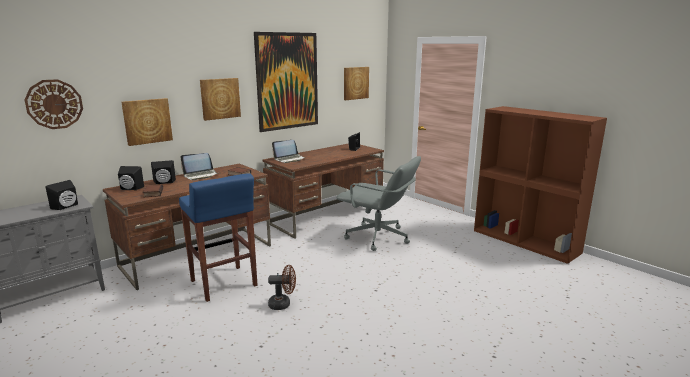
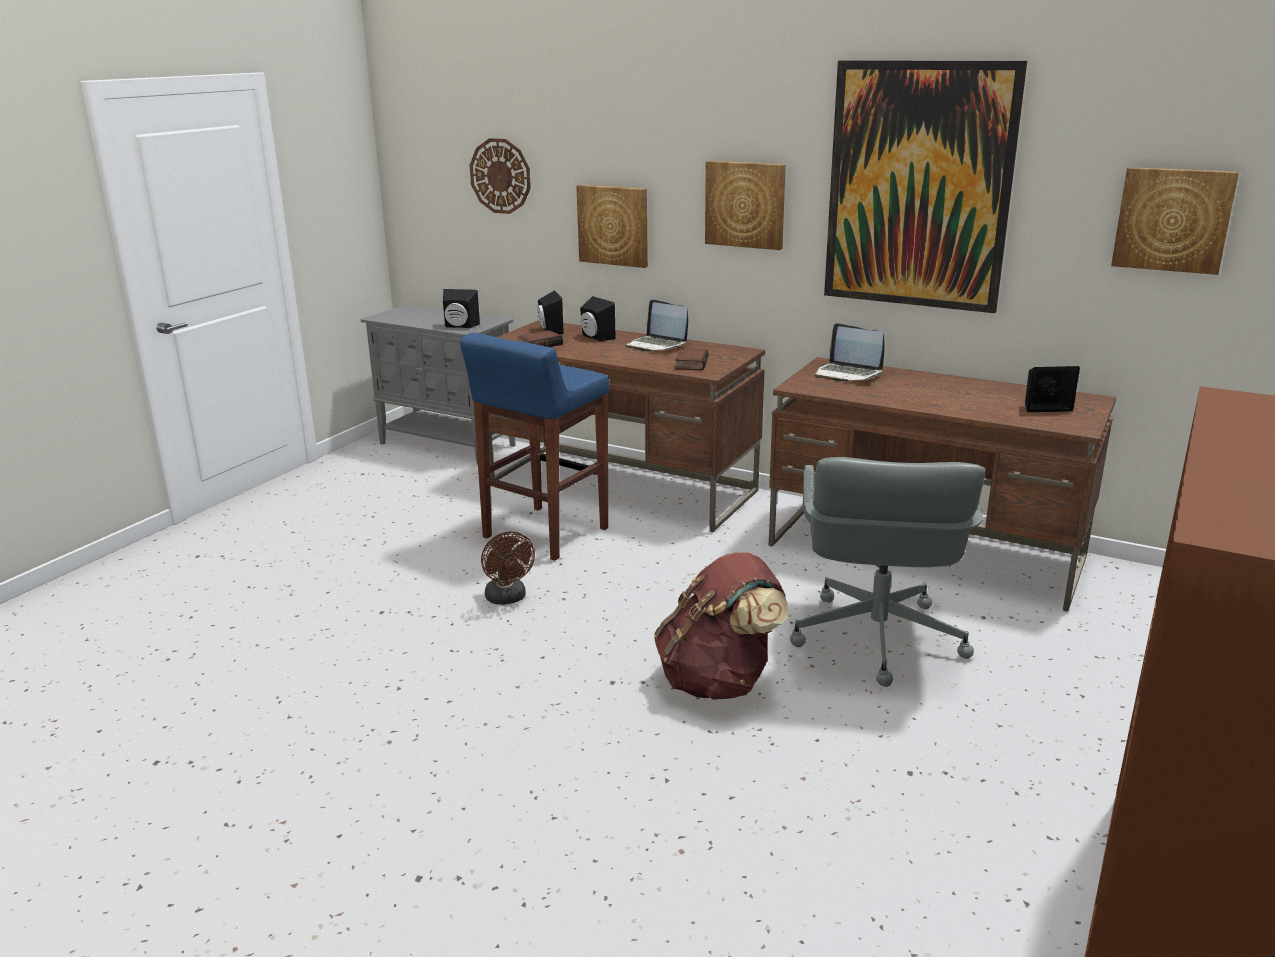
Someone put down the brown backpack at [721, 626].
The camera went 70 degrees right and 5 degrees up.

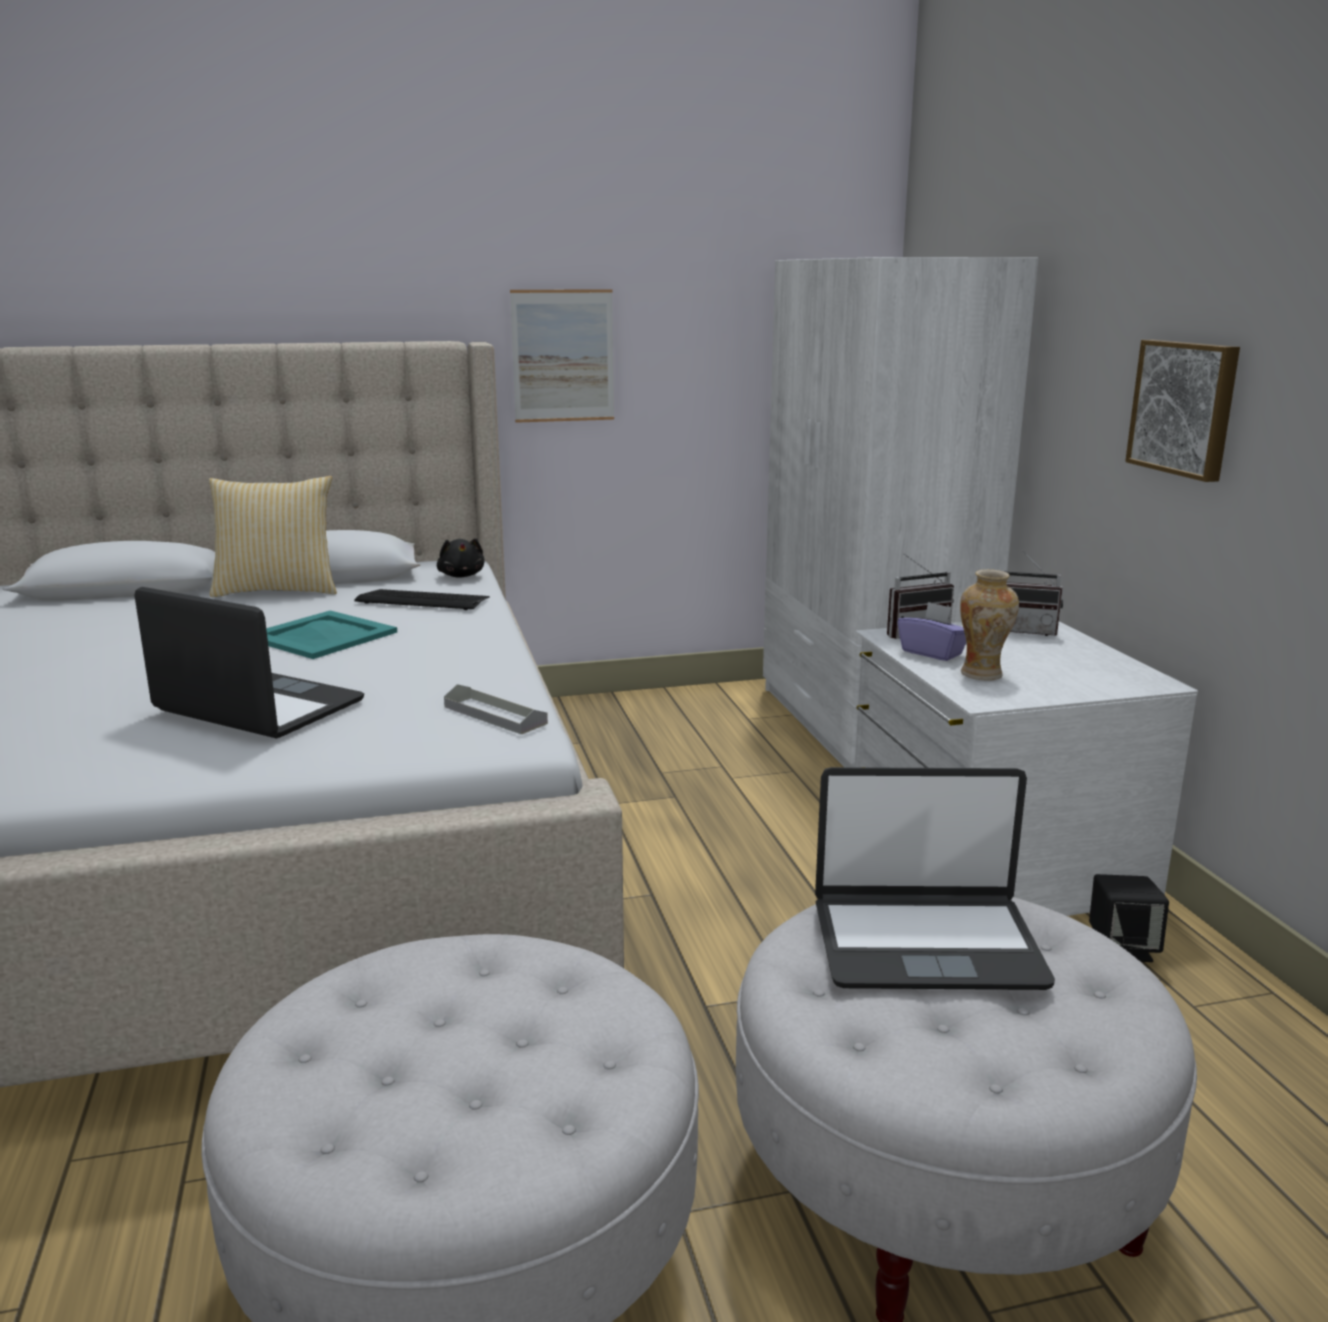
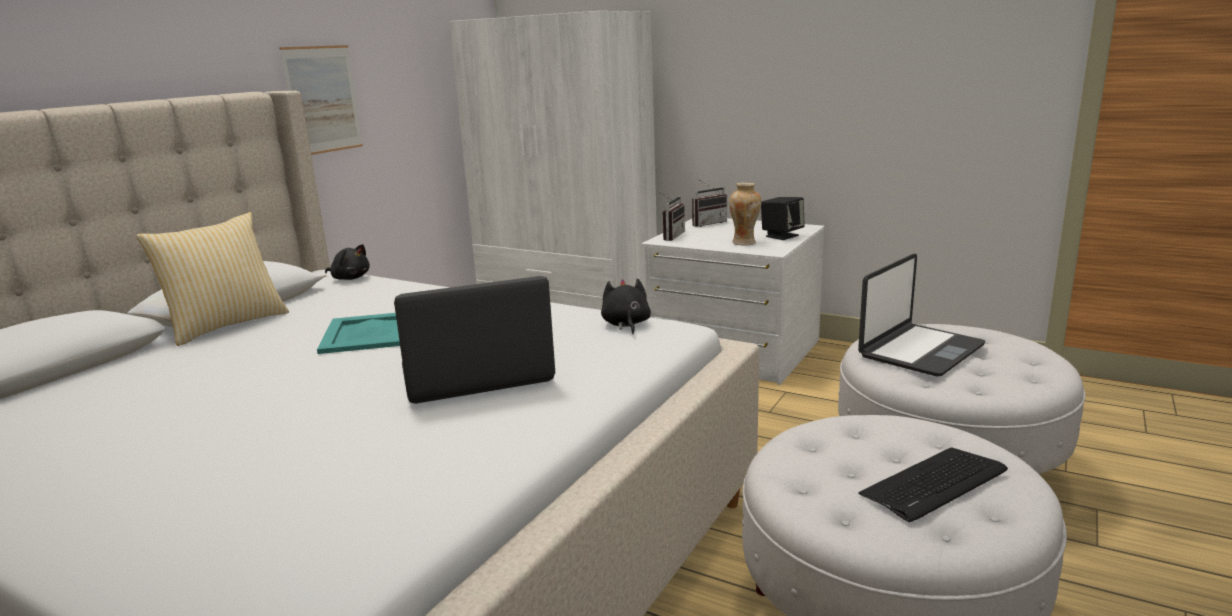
Someone carried the keyboard from [421, 599] to [933, 484].
Someone swapped the grey tray at [496, 709] for the black plush toy at [626, 306].
Someone took away the purple tissue box at [932, 631].
Someone carried the black speaker from [1129, 918] to [783, 218].
Someone took away the picture at [1182, 411].
The camera went 45 degrees left and 0 degrees up.

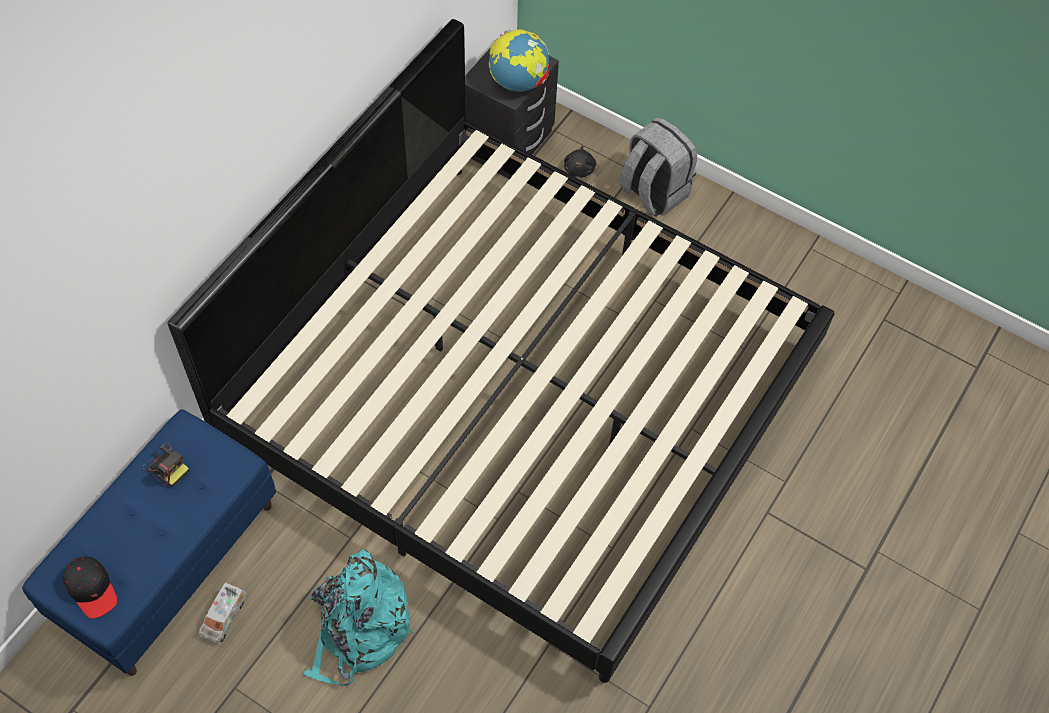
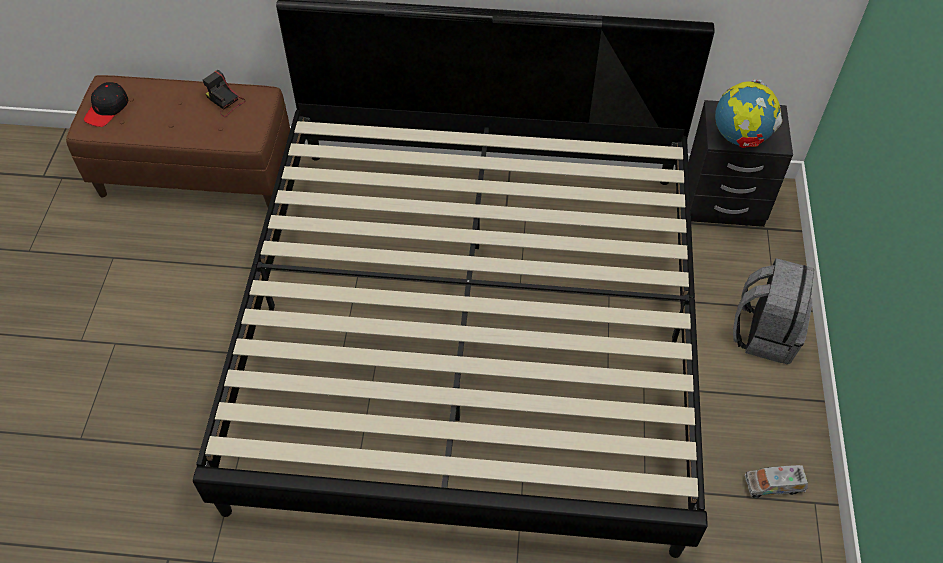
Someone repainted the blue bench at [149, 542], which became the brown bench at [178, 141].
Someone rotated the photo camera at [166, 465] by 120 degrees clockwise.
Someone carried the toy truck from [223, 613] to [776, 481].
Someone took away the turquoise backpack at [358, 617].
Someone took away the black plush toy at [580, 162].
The camera went 65 degrees right and 5 degrees down.

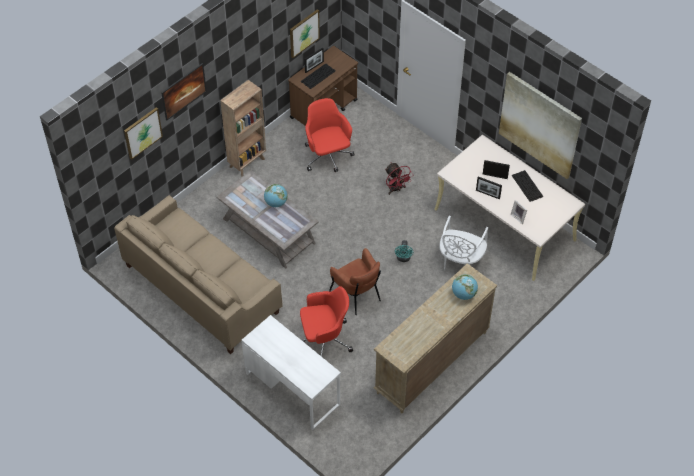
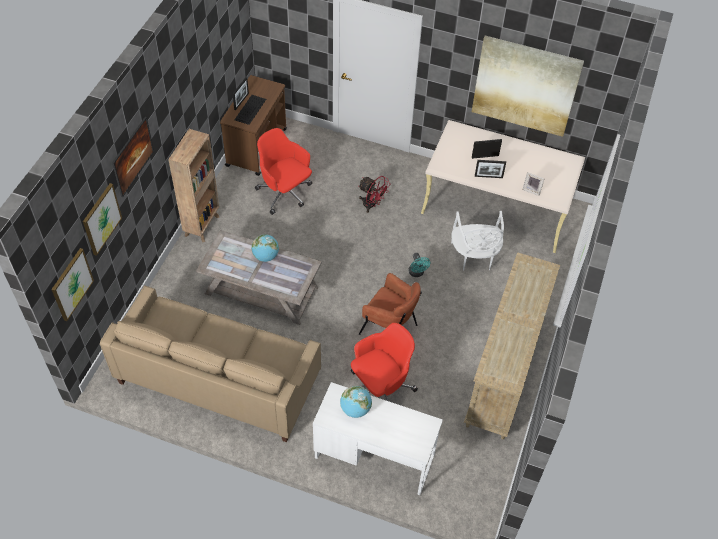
Someone carried the picture from [305, 33] to [72, 284].
Someone carried the globe from [465, 287] to [356, 402].
Someone took away the keyboard at [527, 186].
The camera went 25 degrees left and 0 degrees up.

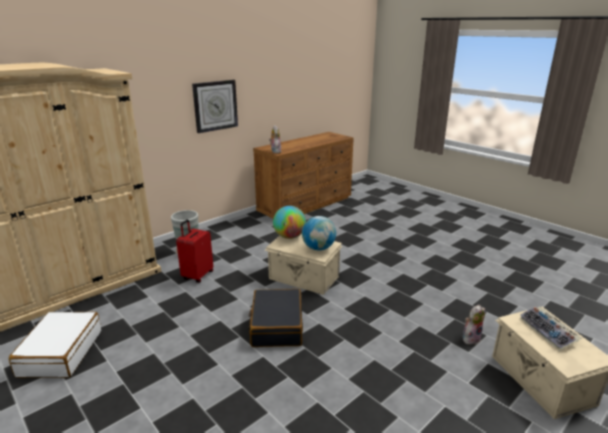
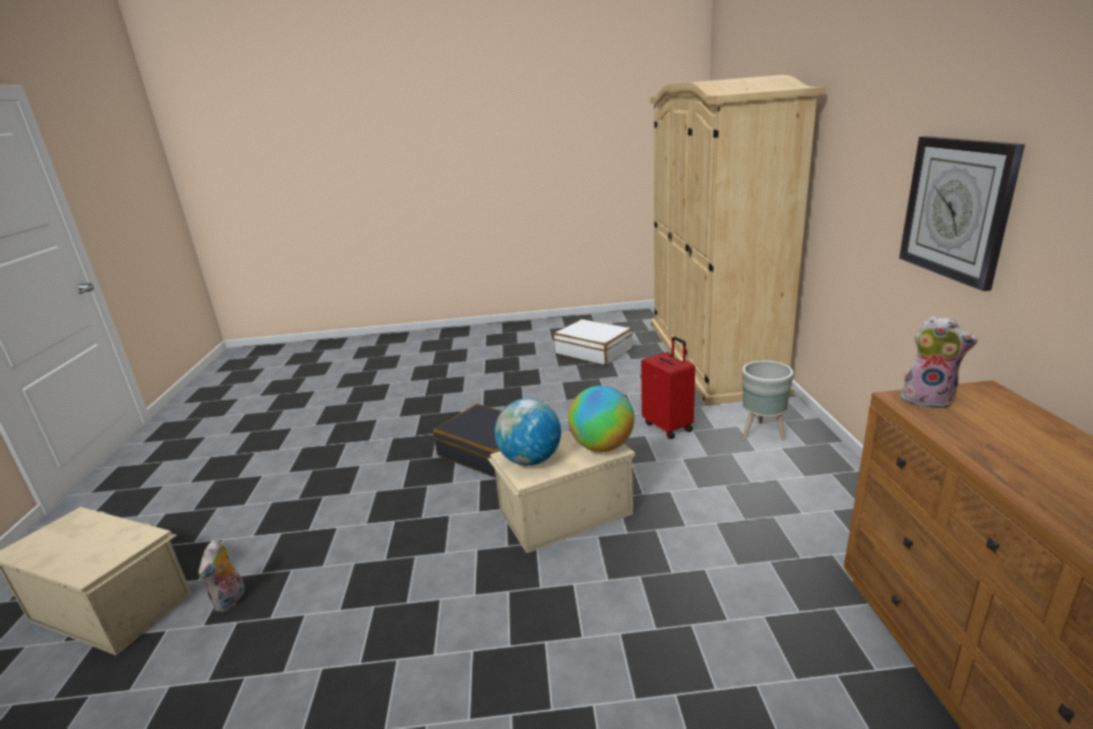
Someone took away the keyboard at [551, 329].
The camera went 130 degrees right and 0 degrees up.

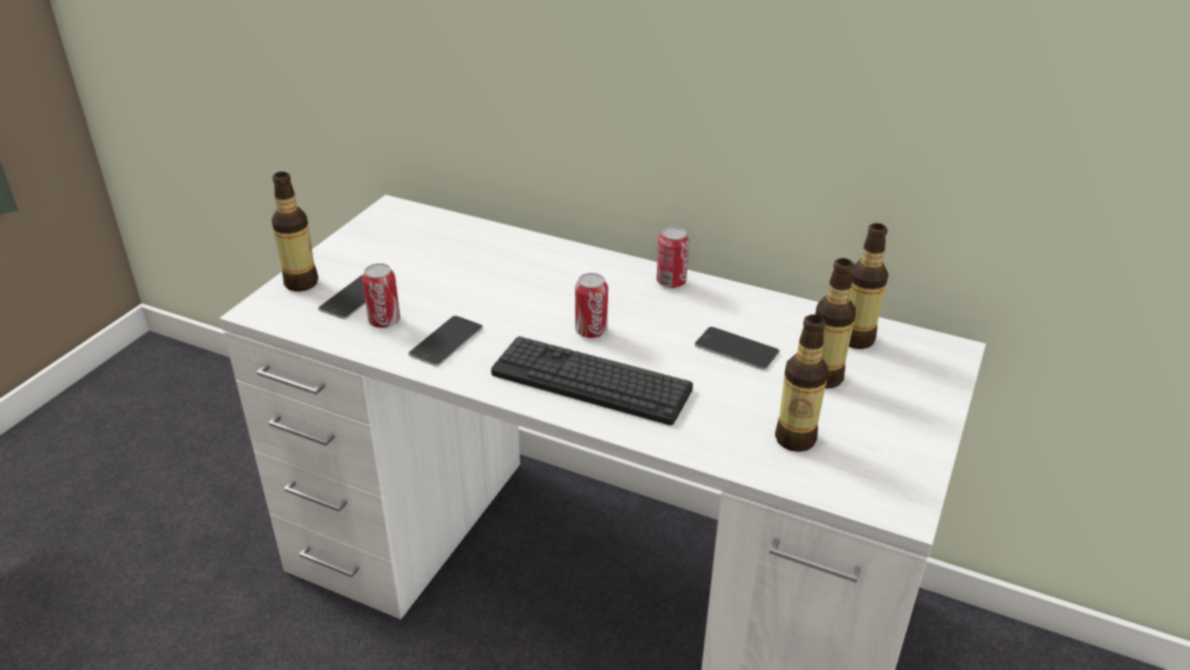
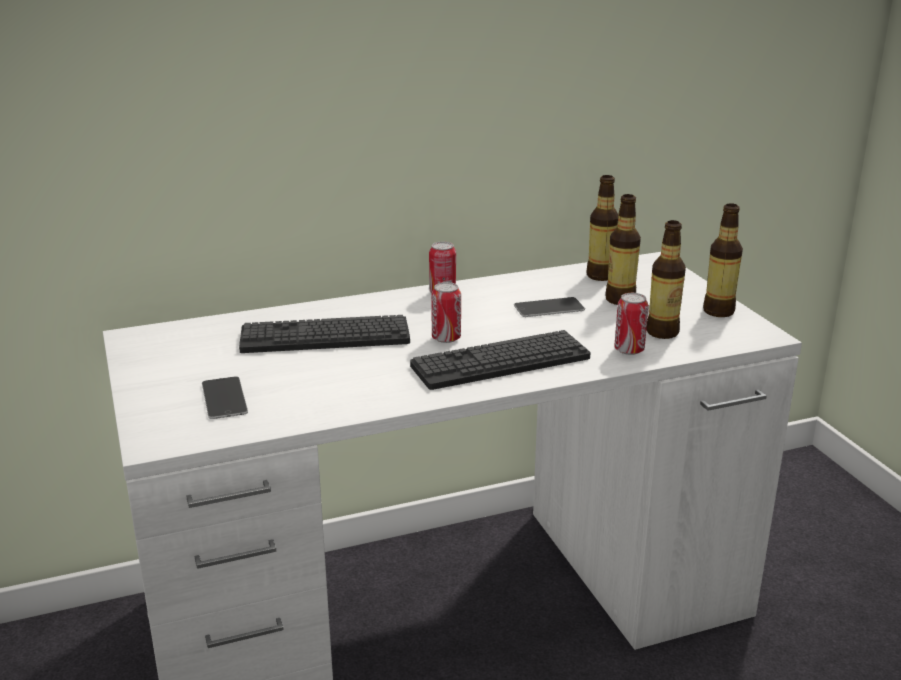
Someone carried the bottle from [295, 232] to [723, 260].
Someone carried the can from [381, 295] to [631, 324].
Someone took away the phone at [445, 341].
Someone put down the keyboard at [324, 334].
The camera went 45 degrees left and 10 degrees down.

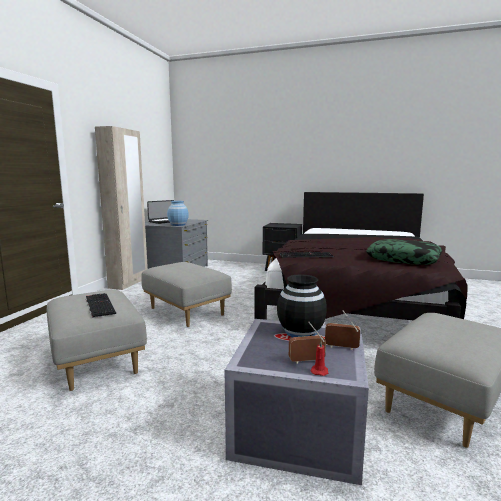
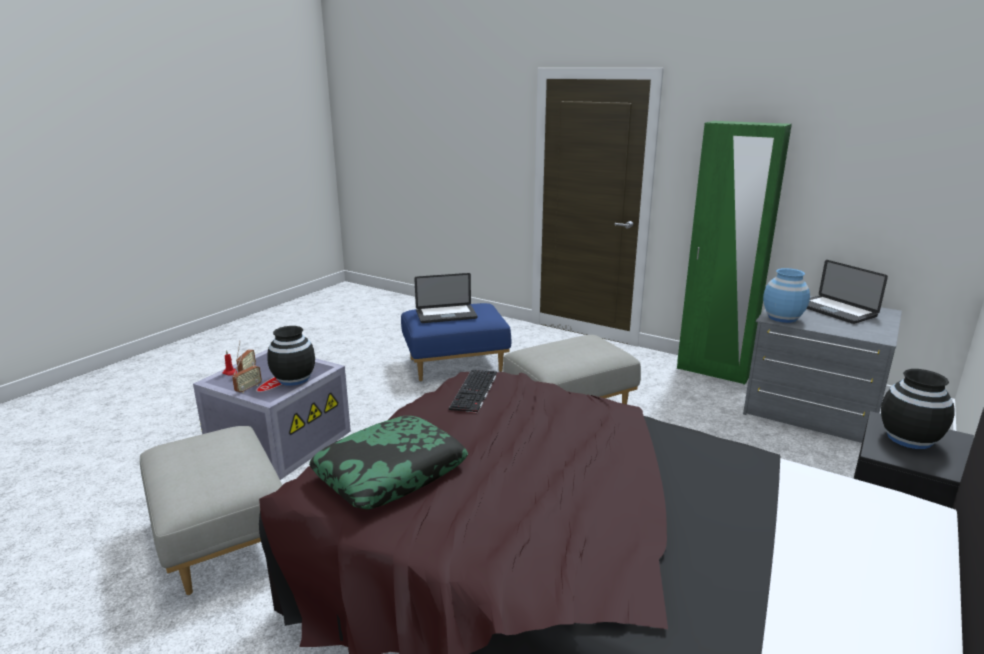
Someone repainted the grey ottoman at [97, 340], which became the blue ottoman at [456, 342].
Someone swapped the keyboard at [101, 305] for the laptop at [445, 298].
Someone repainted the beige wardrobe at [121, 208], which became the green wardrobe at [734, 252].
Someone put down the black vase at [918, 409].
The camera went 105 degrees right and 10 degrees up.

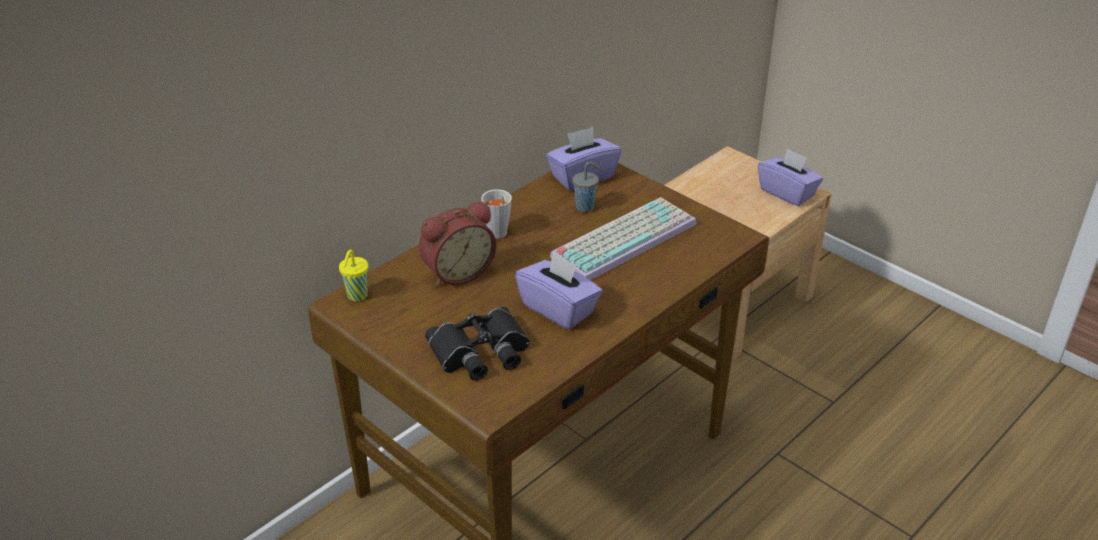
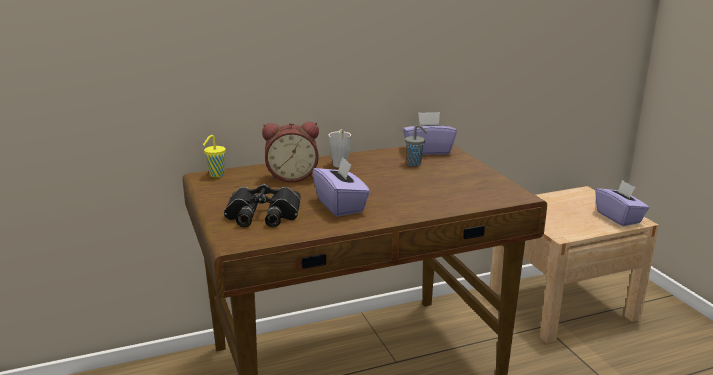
Someone took away the keyboard at [623, 238].
The camera went 25 degrees right and 15 degrees down.

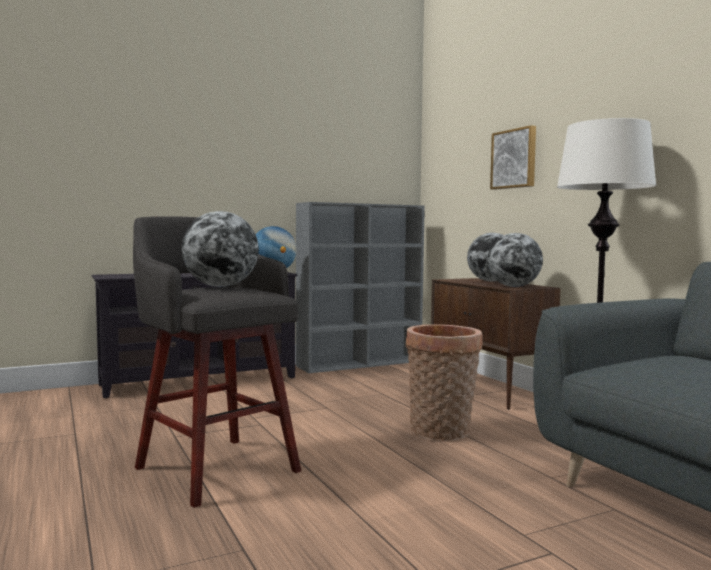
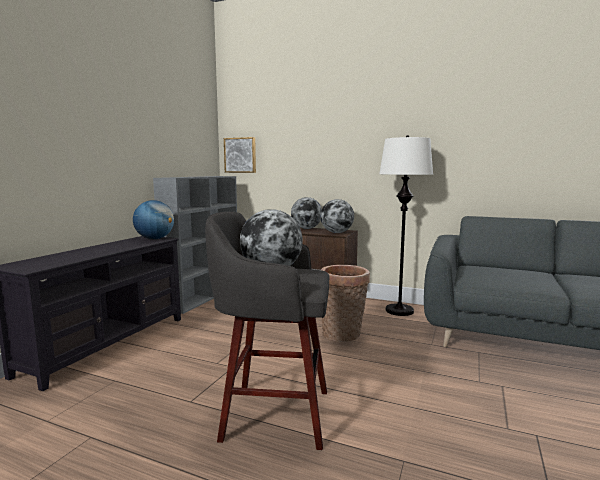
Someone carried the picture from [513, 157] to [240, 155].
The camera went 40 degrees left and 5 degrees up.

